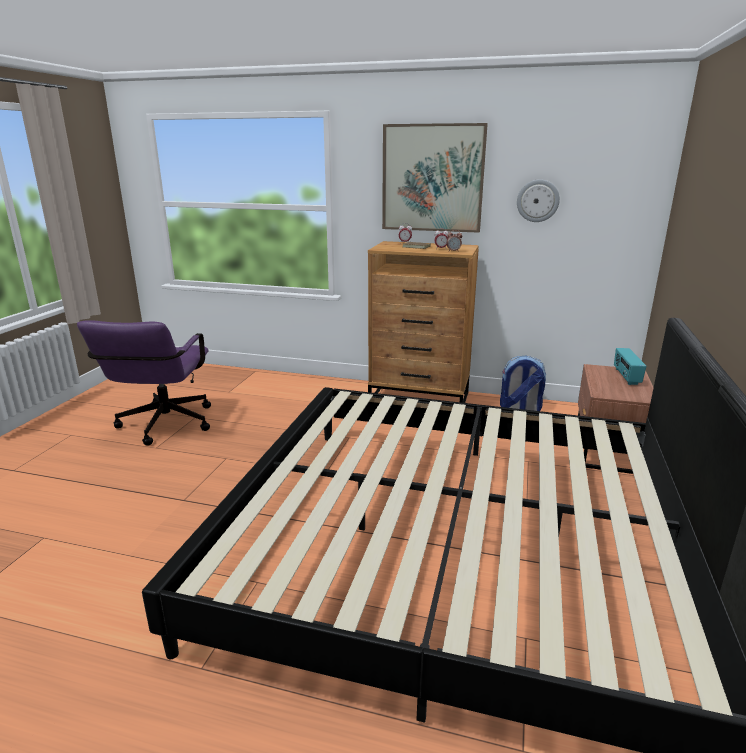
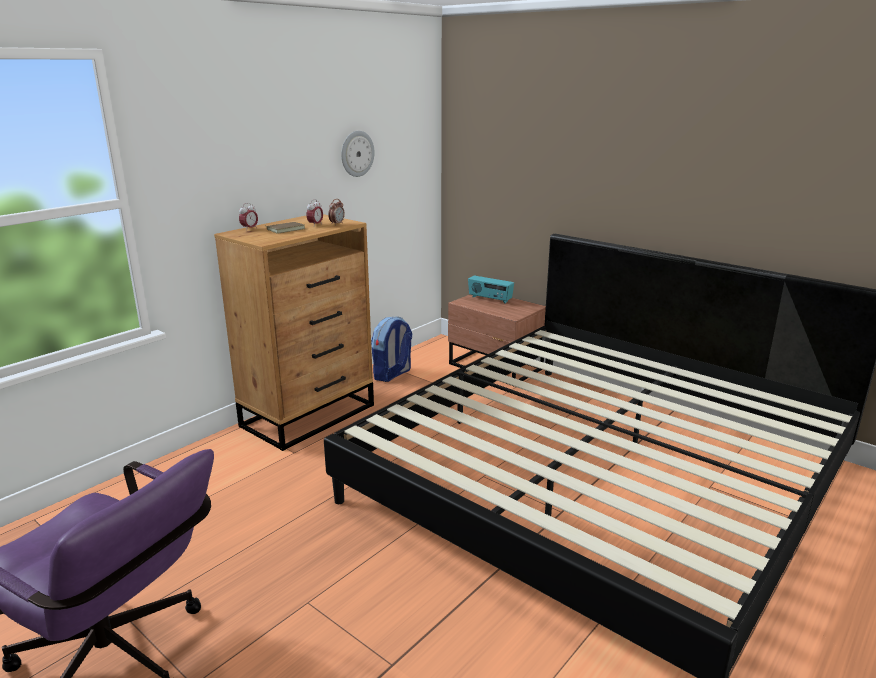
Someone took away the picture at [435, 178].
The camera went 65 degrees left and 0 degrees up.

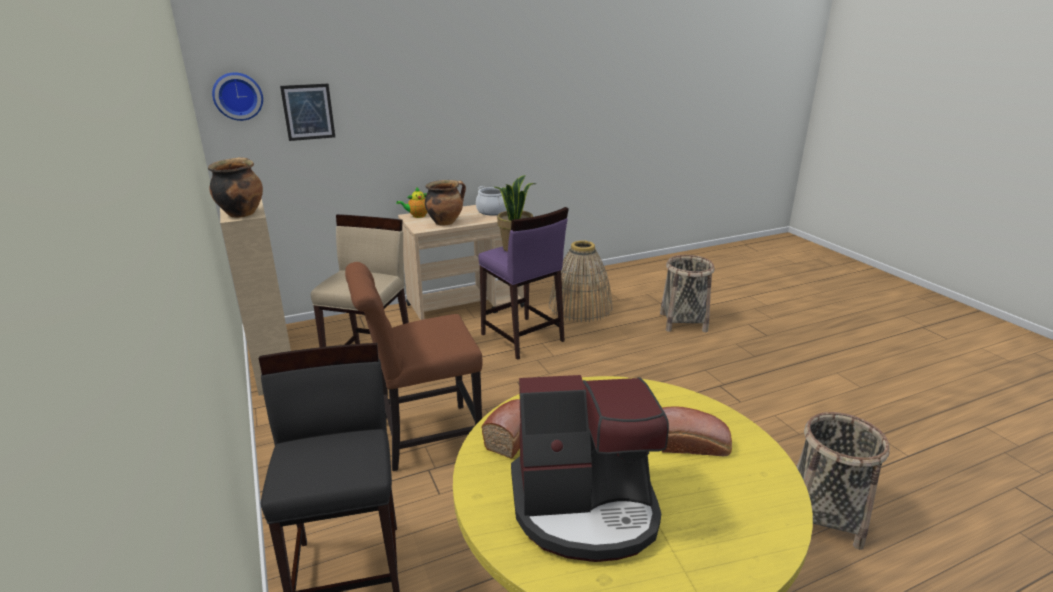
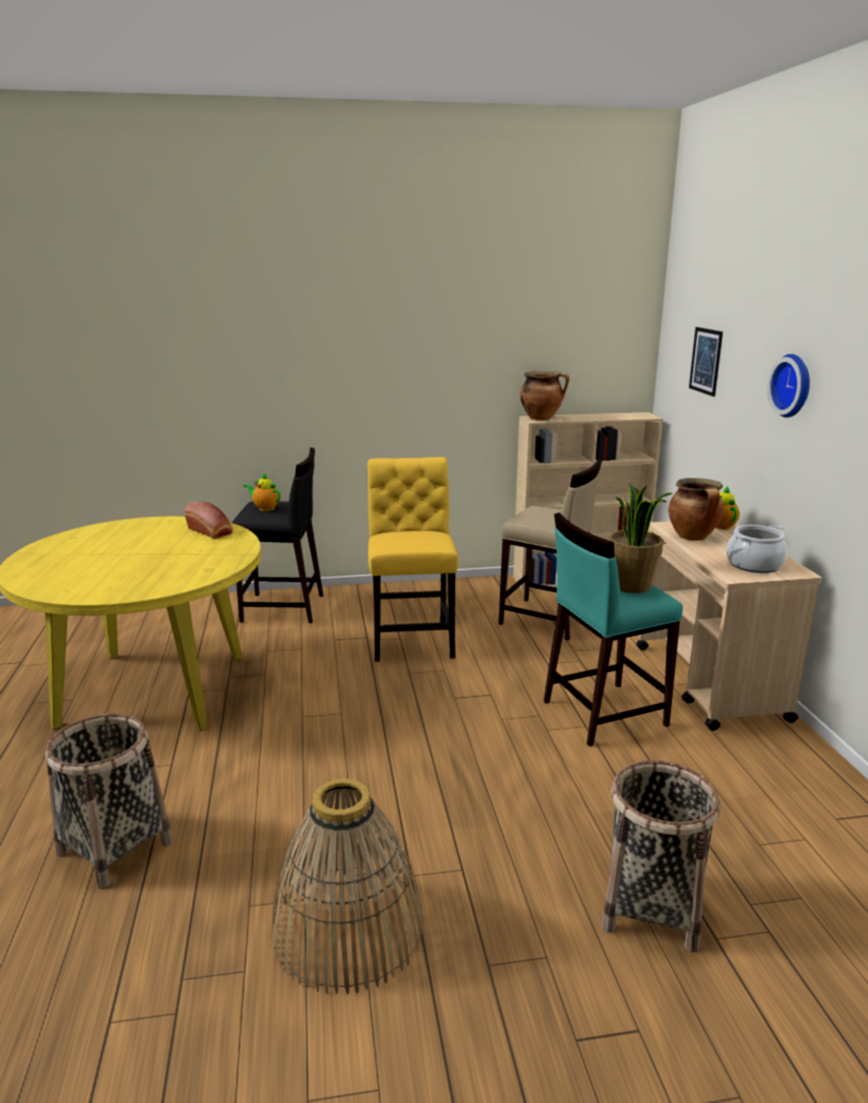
Someone carried the wall clock from [237, 96] to [789, 386].
Someone repainted the brown chair at [414, 366], which became the yellow chair at [413, 559].
Someone repainted the purple stool at [523, 283], which became the turquoise stool at [613, 629].
Someone took away the coffee machine at [590, 468].
Someone carried the basket from [580, 281] to [347, 886].
Someone took away the bread at [697, 431].
Someone put down the teapot at [262, 492].
The camera went 105 degrees right and 5 degrees down.

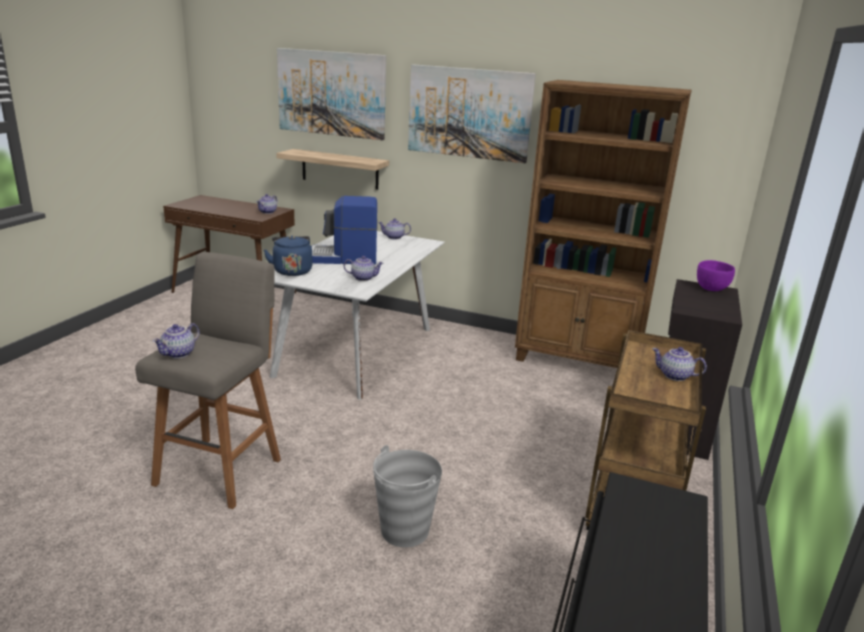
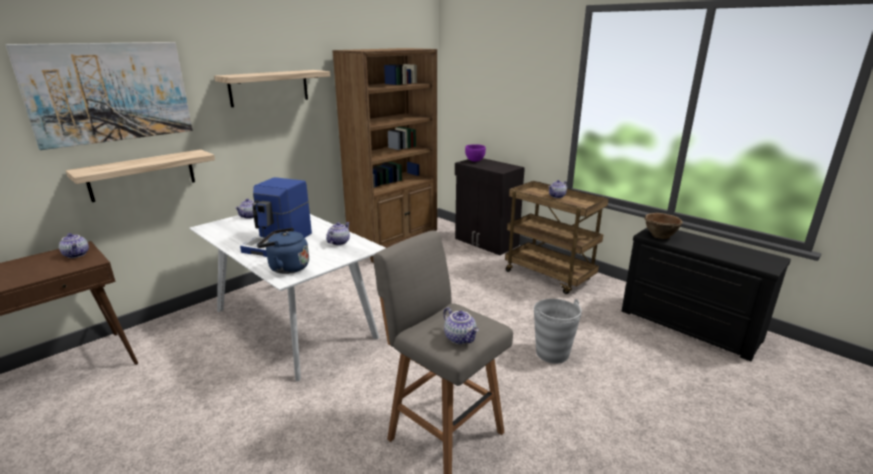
Someone swapped the picture at [472, 113] for the shelf at [272, 88].
Someone put down the brown bowl at [663, 226].
The camera went 65 degrees left and 0 degrees up.

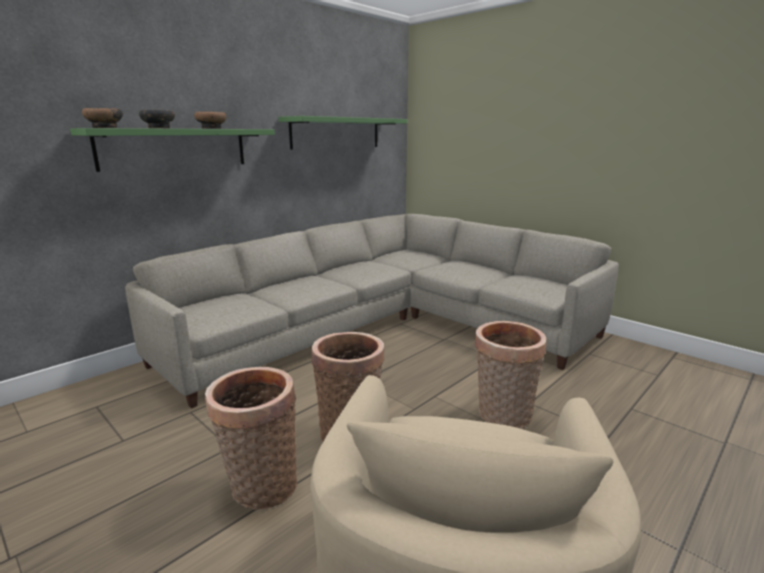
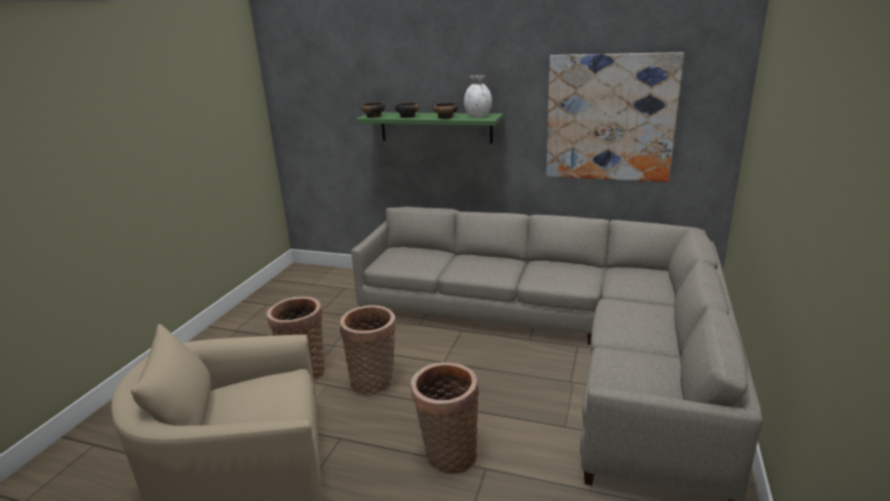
Someone swapped the green shelf at [343, 133] for the picture at [615, 117].
Someone put down the white vase at [478, 96].
The camera went 65 degrees right and 5 degrees up.

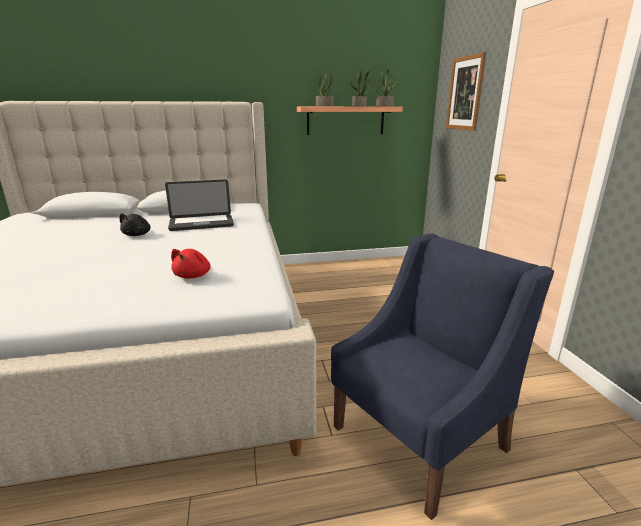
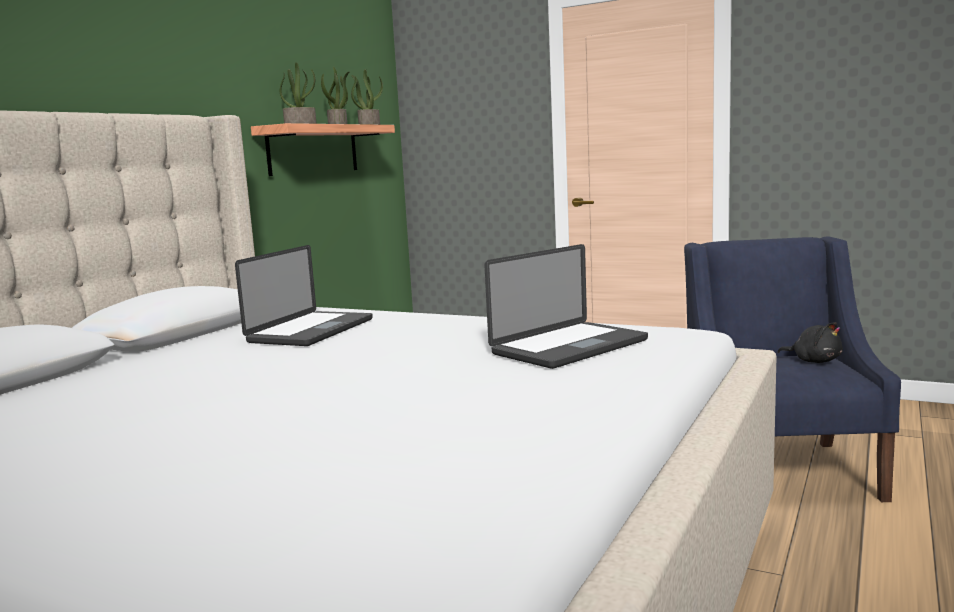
Someone carried the black plush toy from [135, 224] to [810, 342].
Someone swapped the red plush toy at [191, 264] for the laptop at [566, 306].
Someone took away the picture at [466, 91].
The camera went 50 degrees left and 10 degrees down.

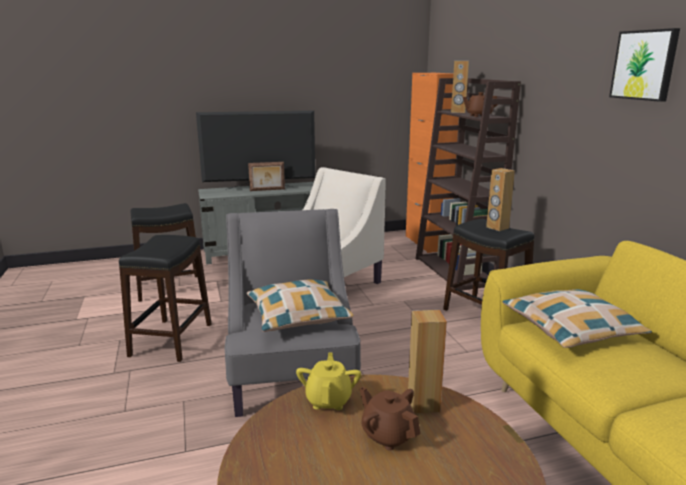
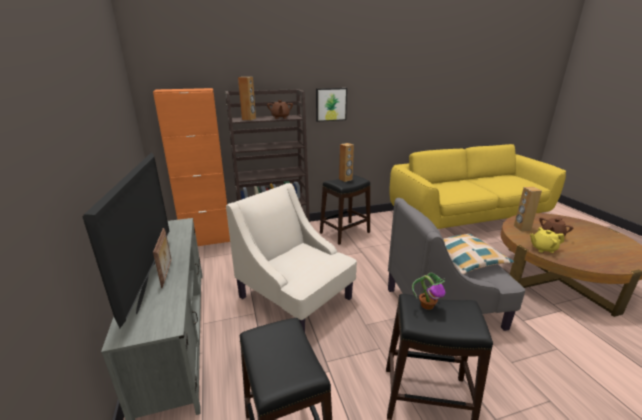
Someone took away the pillow at [577, 318].
Someone carried the picture from [644, 65] to [331, 105].
Someone put down the potted plant at [428, 291].
The camera went 90 degrees left and 5 degrees up.

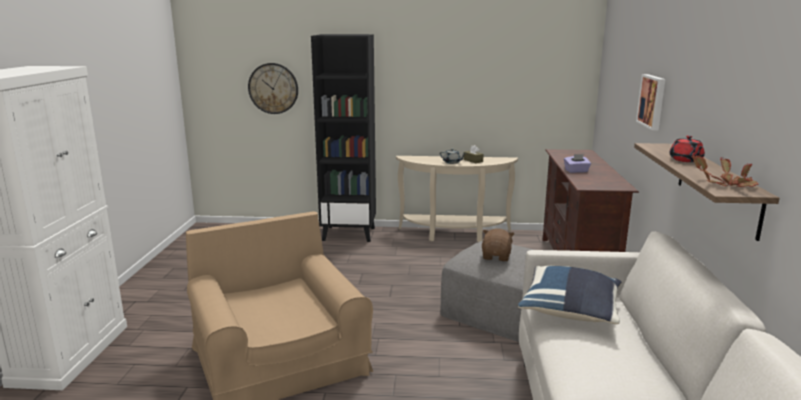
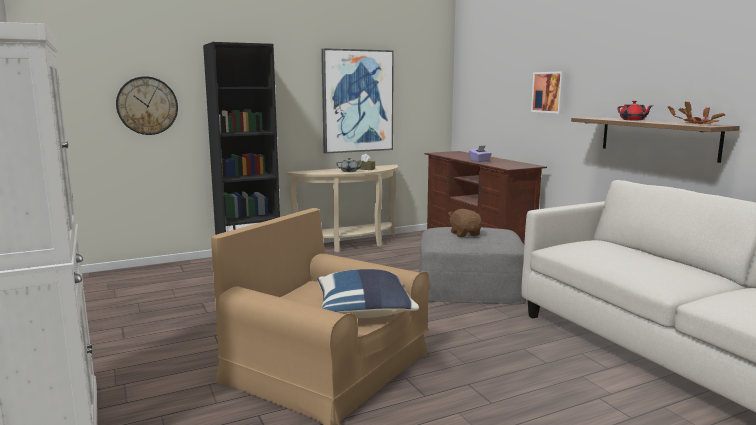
Someone carried the blue pillow from [570, 295] to [368, 293].
Someone put up the picture at [357, 101].
The camera went 30 degrees left and 5 degrees down.

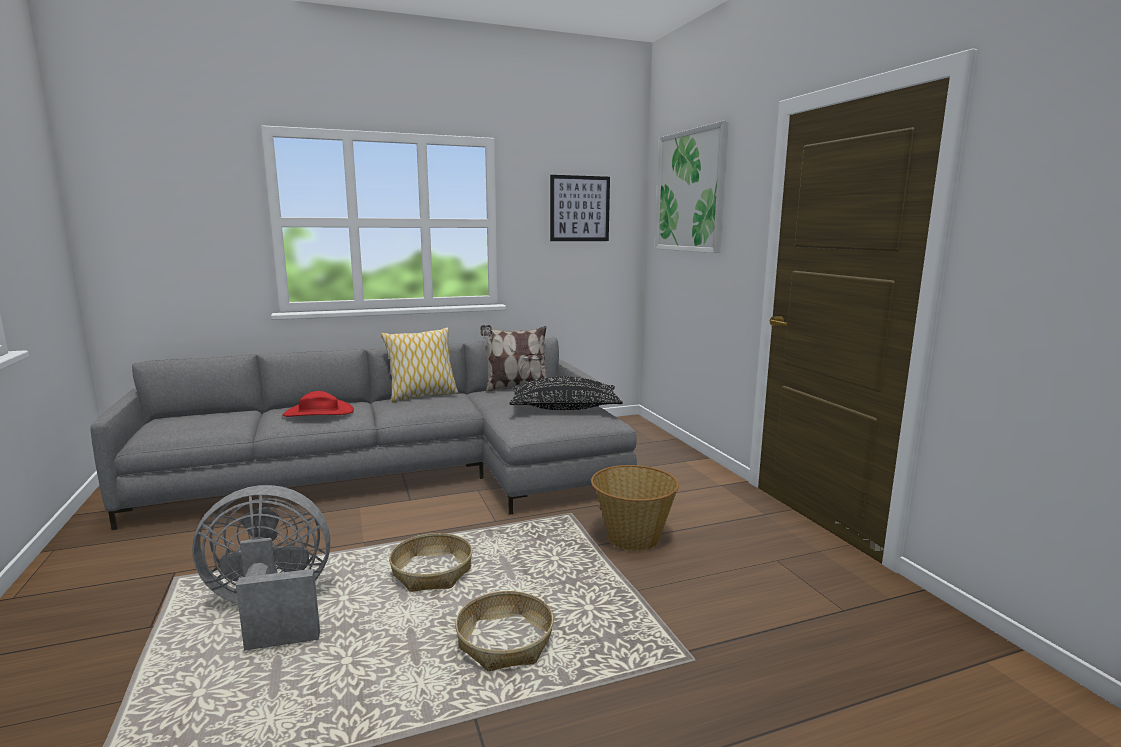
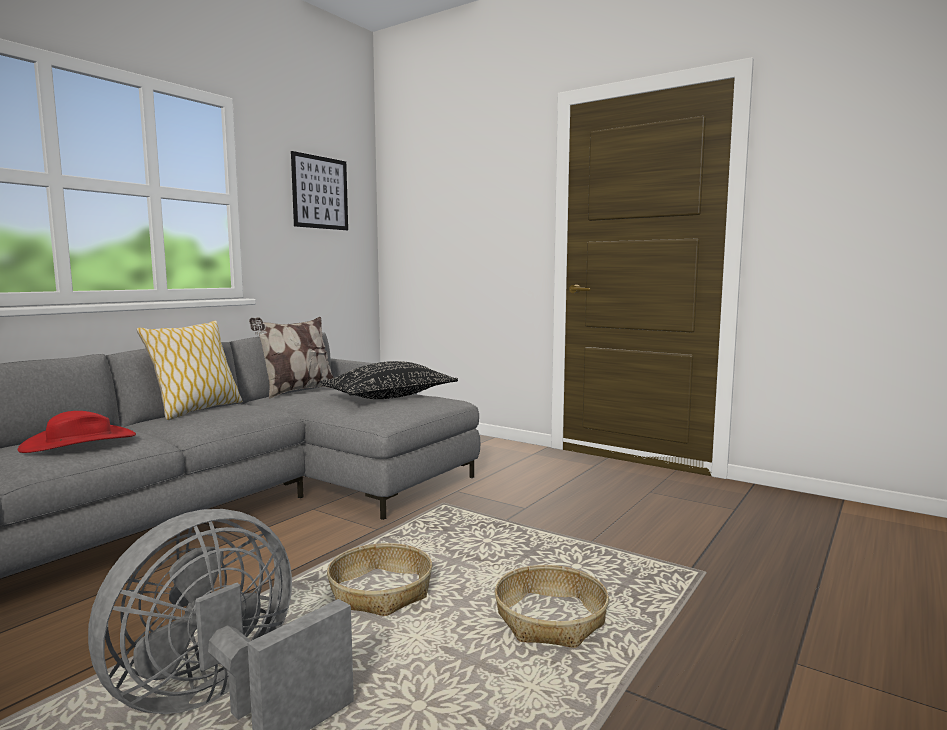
Someone took away the basket at [635, 508].
Someone took away the picture at [692, 187].
The camera went 35 degrees left and 5 degrees down.

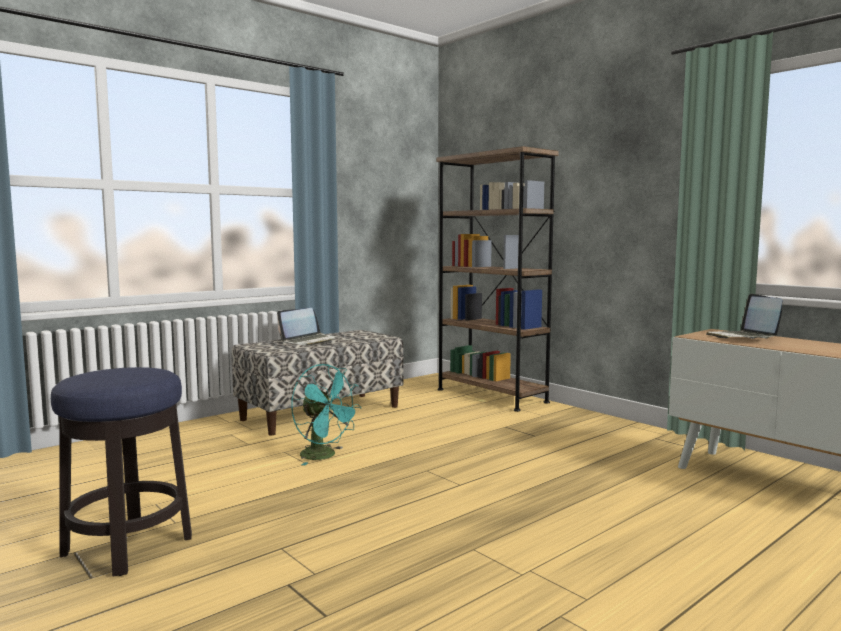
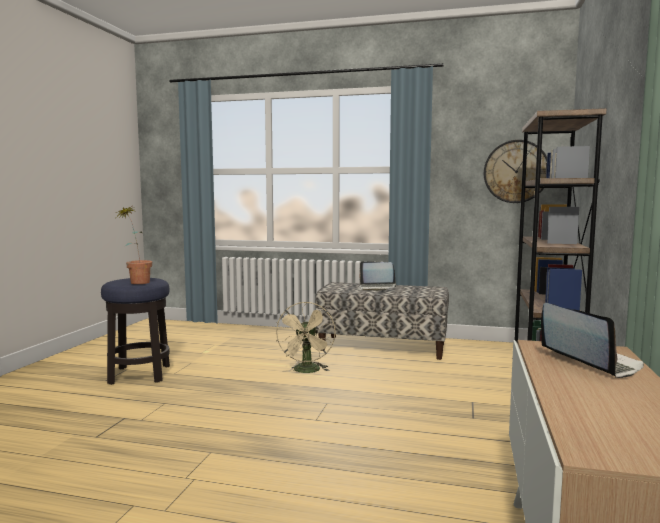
Someone repainted the turquoise fan at [326, 414], which became the beige fan at [305, 337].
Someone rotated the laptop at [744, 316] by 105 degrees clockwise.
Someone put down the potted plant at [134, 245].
Someone put up the wall clock at [515, 171].
The camera went 55 degrees right and 0 degrees up.

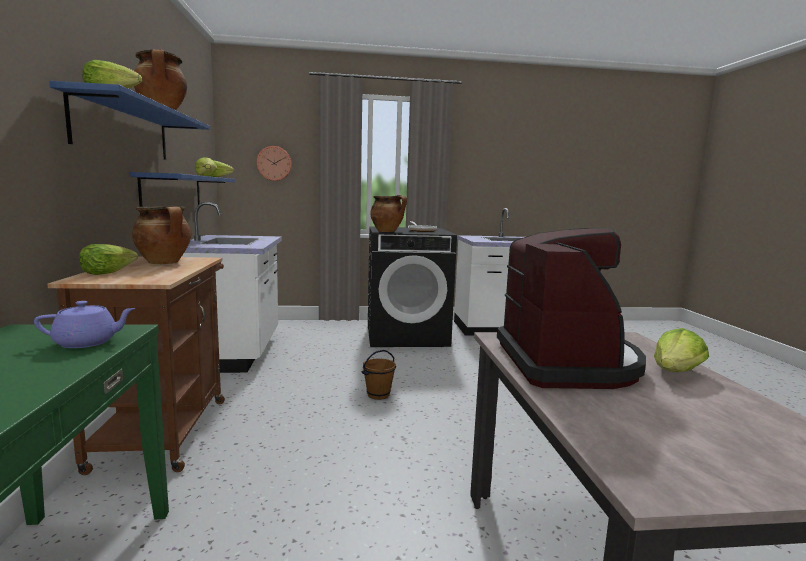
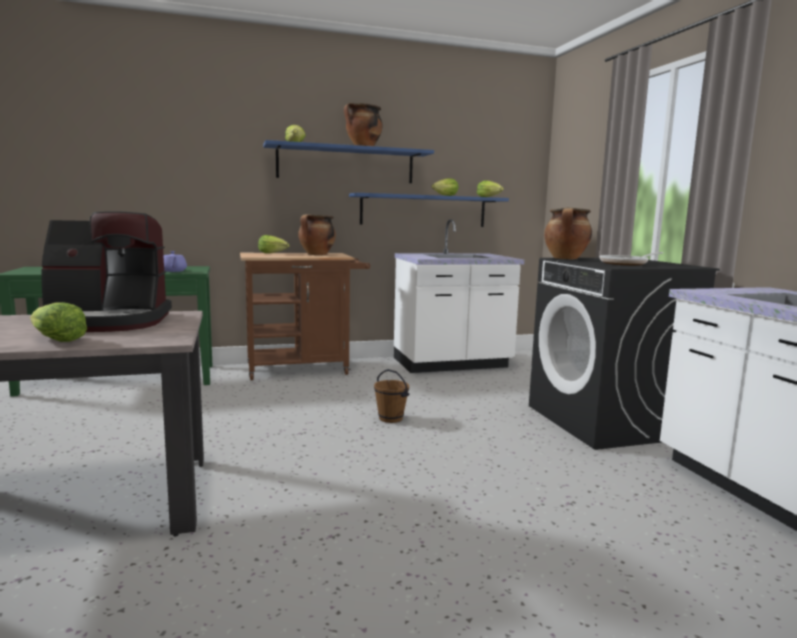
Someone took away the wall clock at [274, 163].
The camera went 80 degrees right and 0 degrees up.

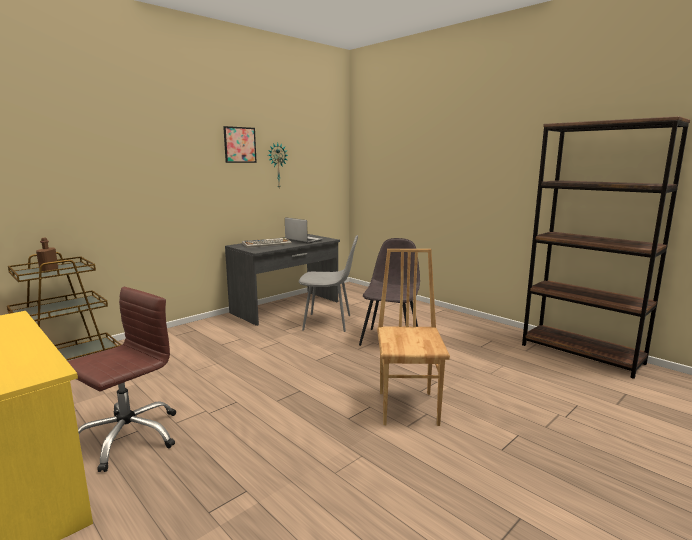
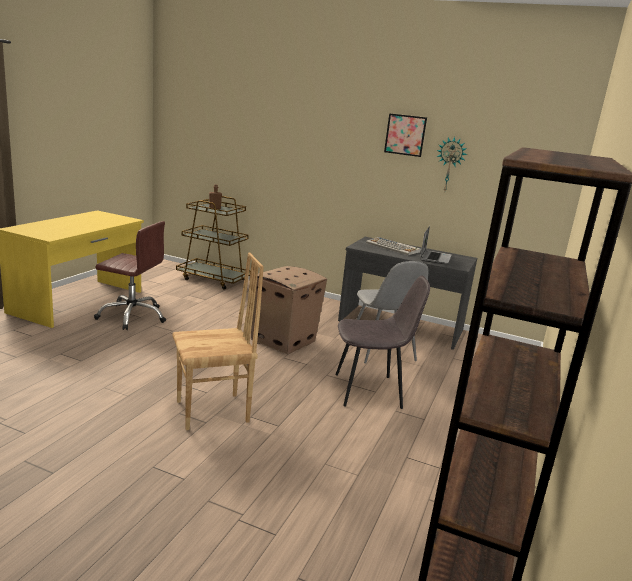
Someone put down the cardboard box at [289, 310].
The camera went 65 degrees right and 5 degrees up.

